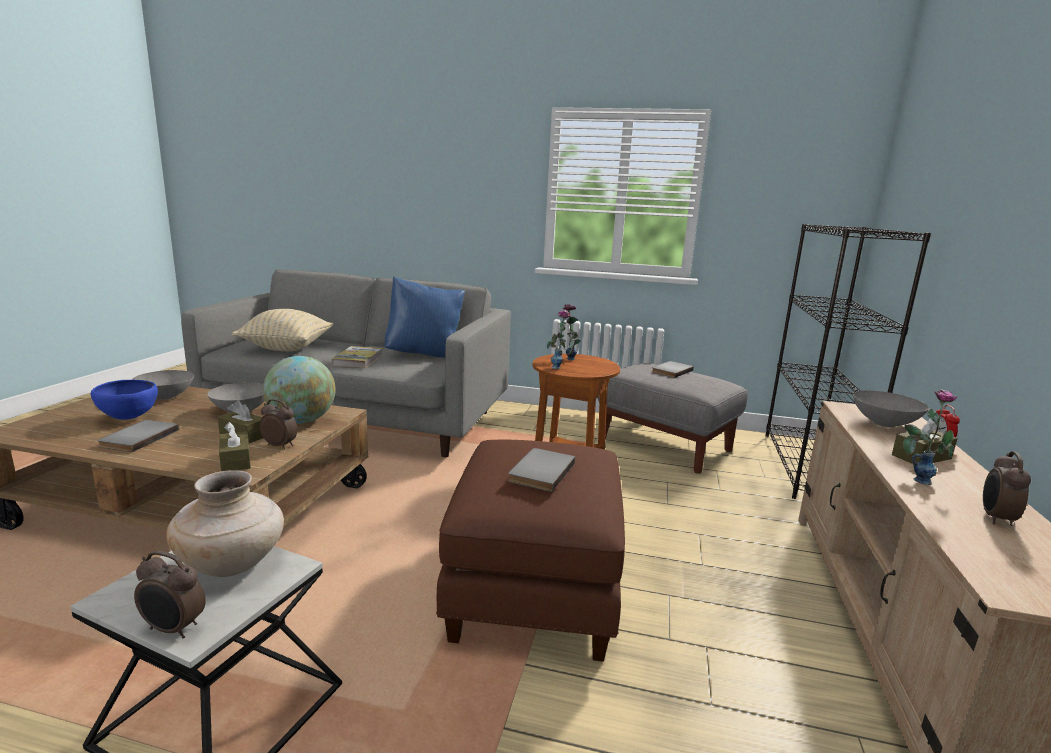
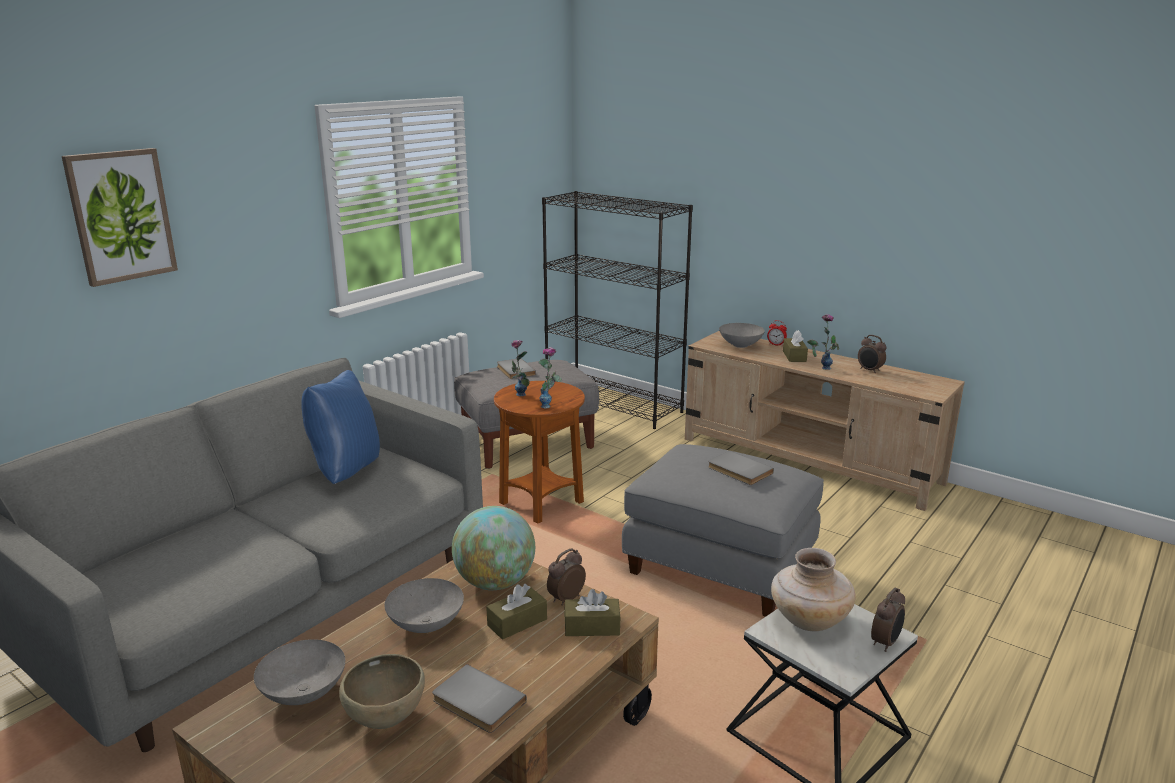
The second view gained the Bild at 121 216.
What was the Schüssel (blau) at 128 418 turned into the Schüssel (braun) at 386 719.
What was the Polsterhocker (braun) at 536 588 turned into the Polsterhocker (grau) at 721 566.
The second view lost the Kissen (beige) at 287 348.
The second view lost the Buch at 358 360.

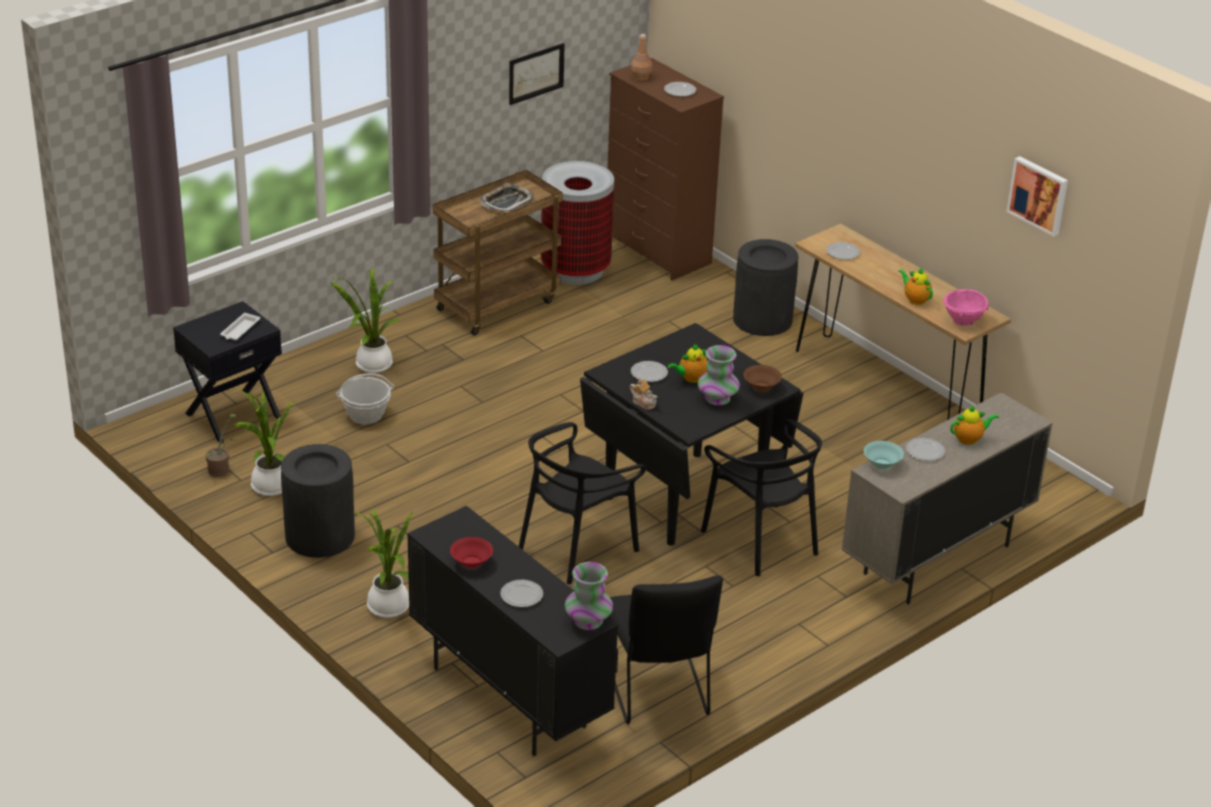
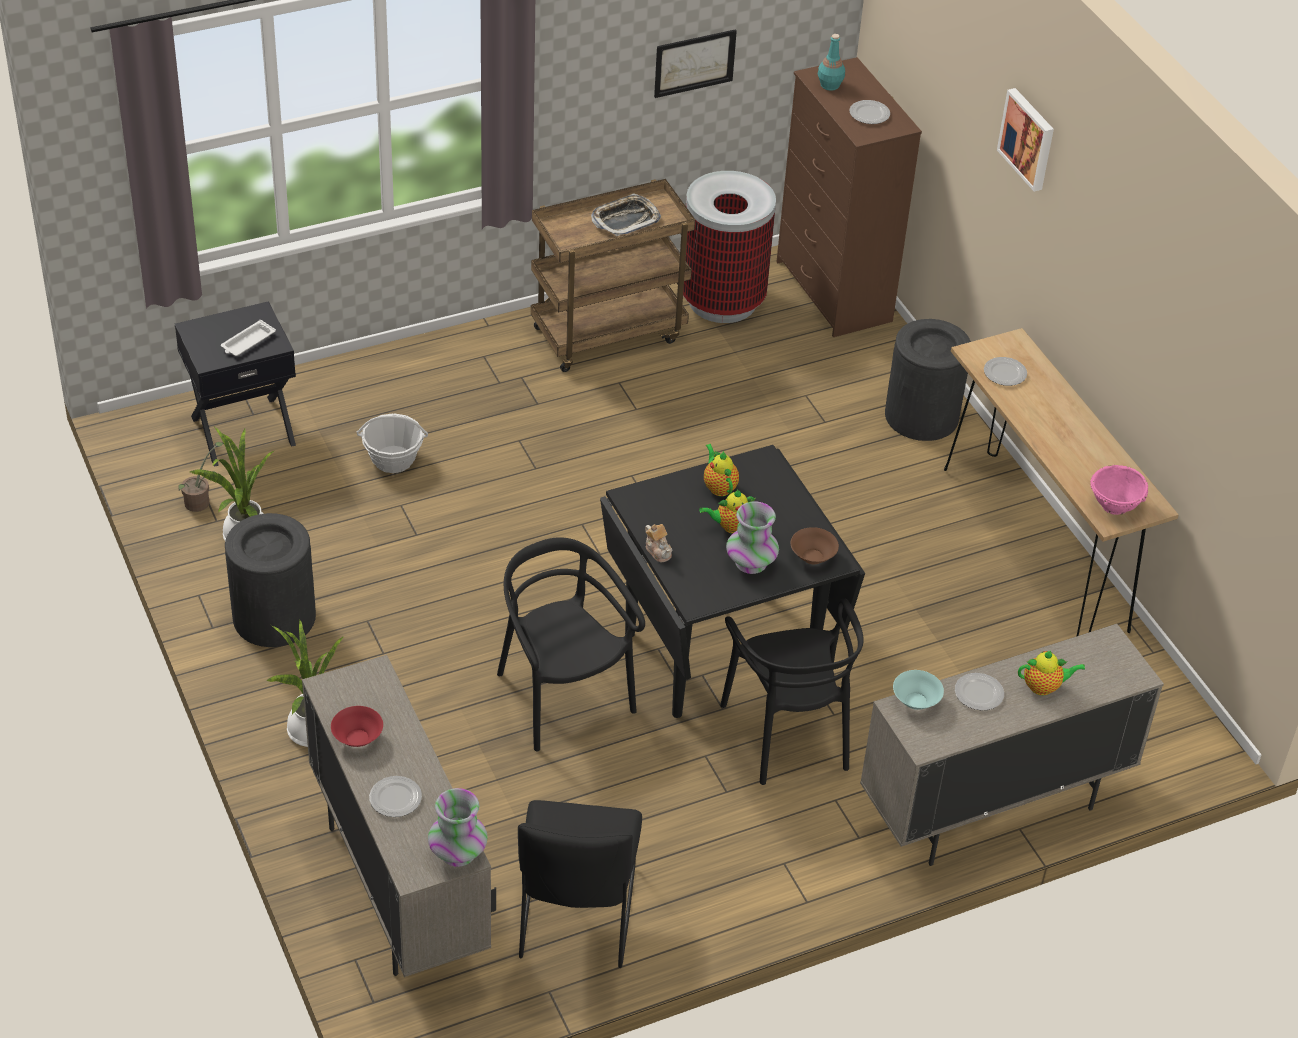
What was the Schrank (schwarz) at 508 697 turned into the Schrank (beige) at 398 888.
The Stuhl (schwarz) at 576 547 ended up facing another way, 90 degrees clockwise from before.
The Teekanne ended up elsewhere, having gone from 915 299 to 719 487.
What was the Flasche (braun) at 640 77 turned into the Flasche (türkis) at 829 85.
The Bild ended up elsewhere, having gone from 1039 195 to 1028 138.
The second view lost the Topfpflanze at 371 365.
The second view lost the Teller at 649 373.

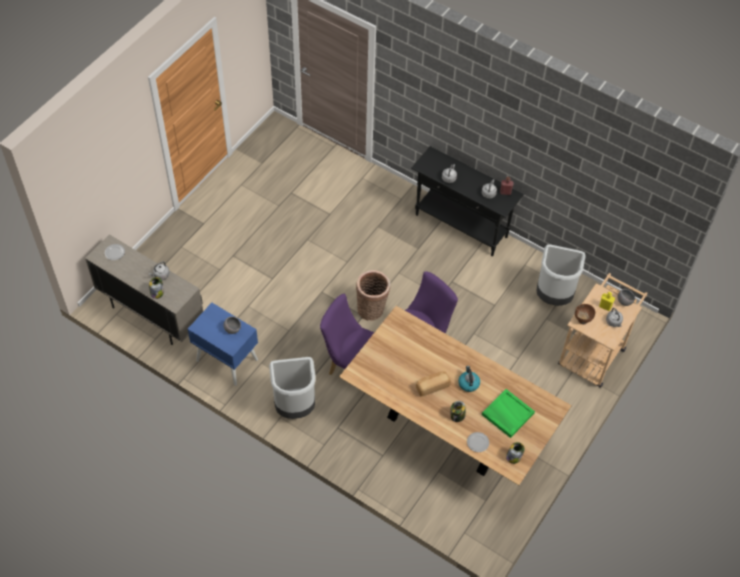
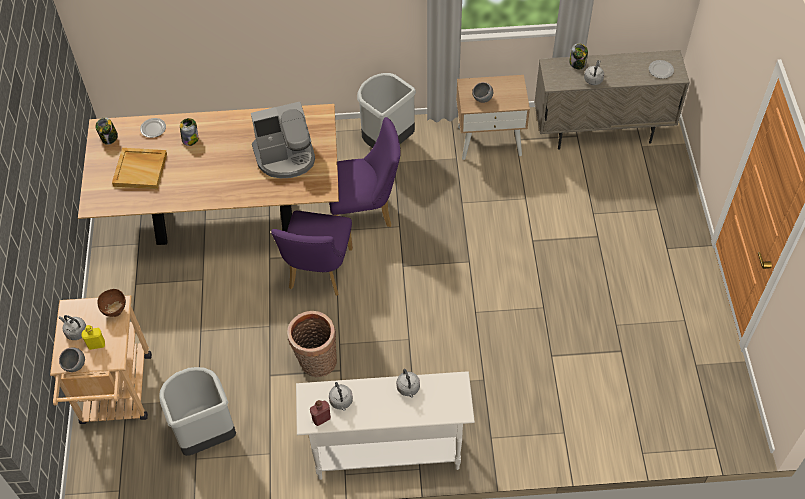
What was the Tablett (grün) at 507 414 turned into the Tablett (beige) at 141 169.
The second view gained the Kaffeemaschine at 285 157.
The Korb ended up elsewhere, having gone from 372 309 to 316 363.
What was the Konsolentisch (schwarz) at 461 226 turned into the Konsolentisch (weiß) at 386 453.
What was the Nachttisch (blau) at 226 360 turned into the Nachttisch (beige) at 490 140.
The second view lost the Brot at 432 386.
The second view lost the Wasserkessel at 468 383.

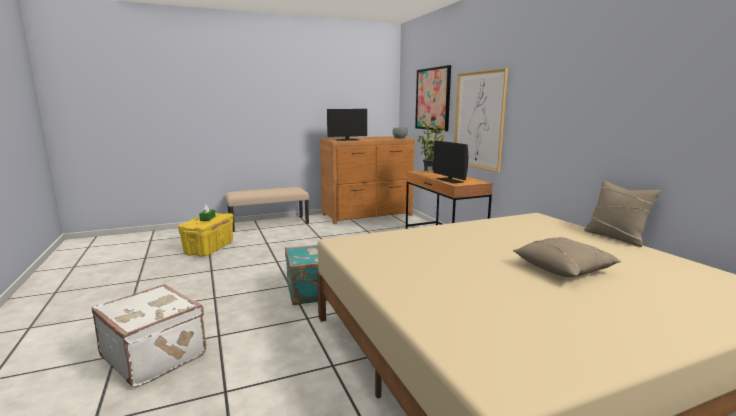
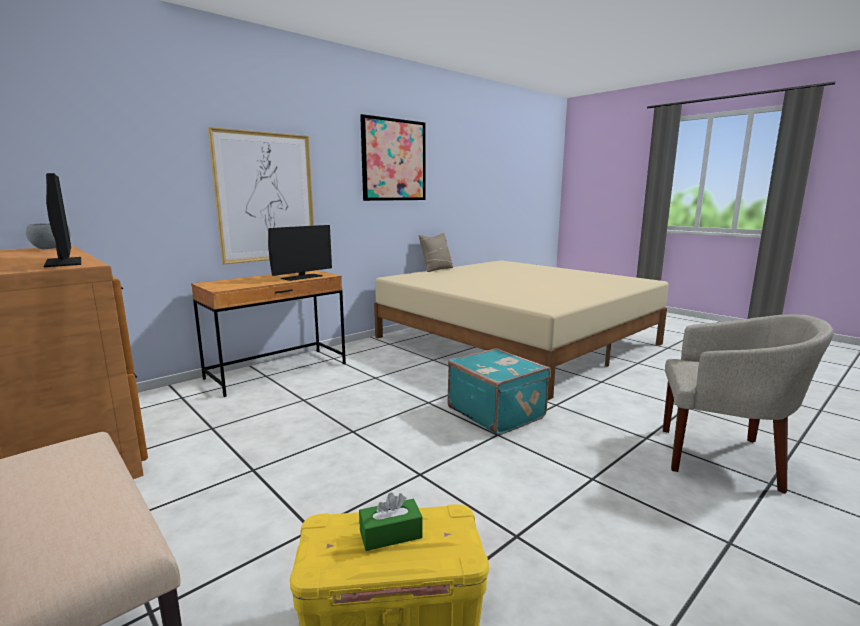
The Bild ended up elsewhere, having gone from 433 99 to 394 160.
Where the Koffer (weiß) stood at 155 355, the Sessel (beige) came to stand at 723 457.
The second view lost the Topfpflanze at 430 171.
The second view lost the Kissen (beige) at 563 269.

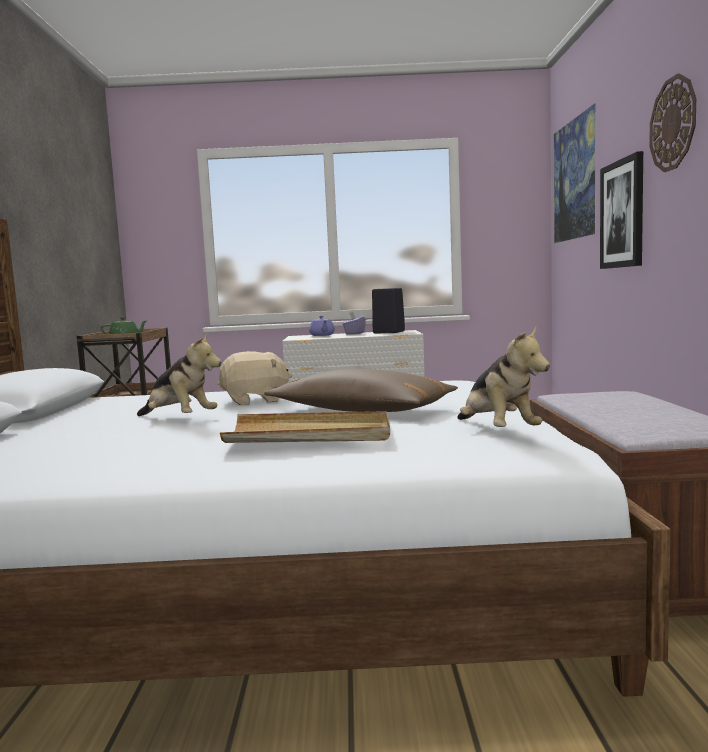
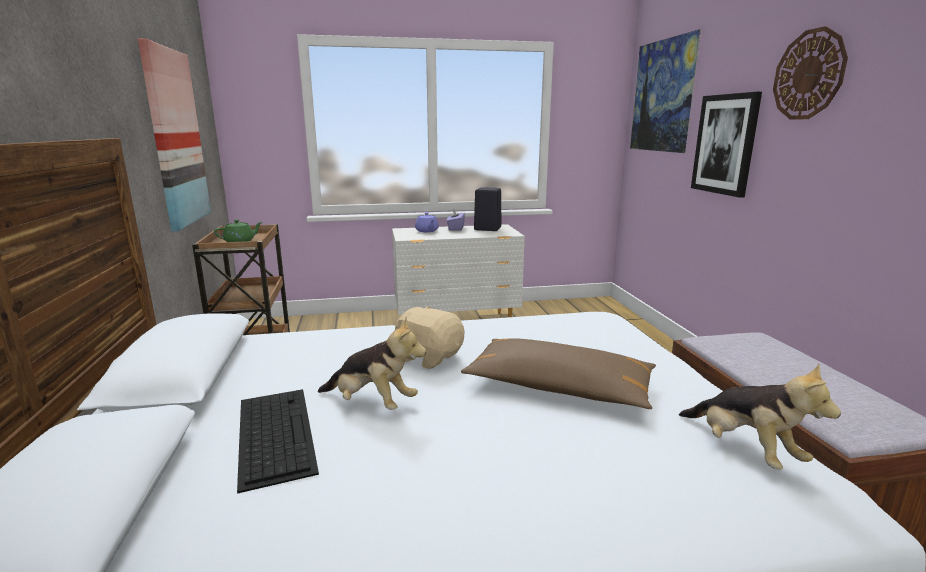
The second view gained the Bild at 175 138.
The second view gained the Tastatur at 274 433.
The Plüschtier (beige) at 255 400 ended up facing another way, 120 degrees counterclockwise from before.
The second view lost the Tablett (beige) at 309 434.

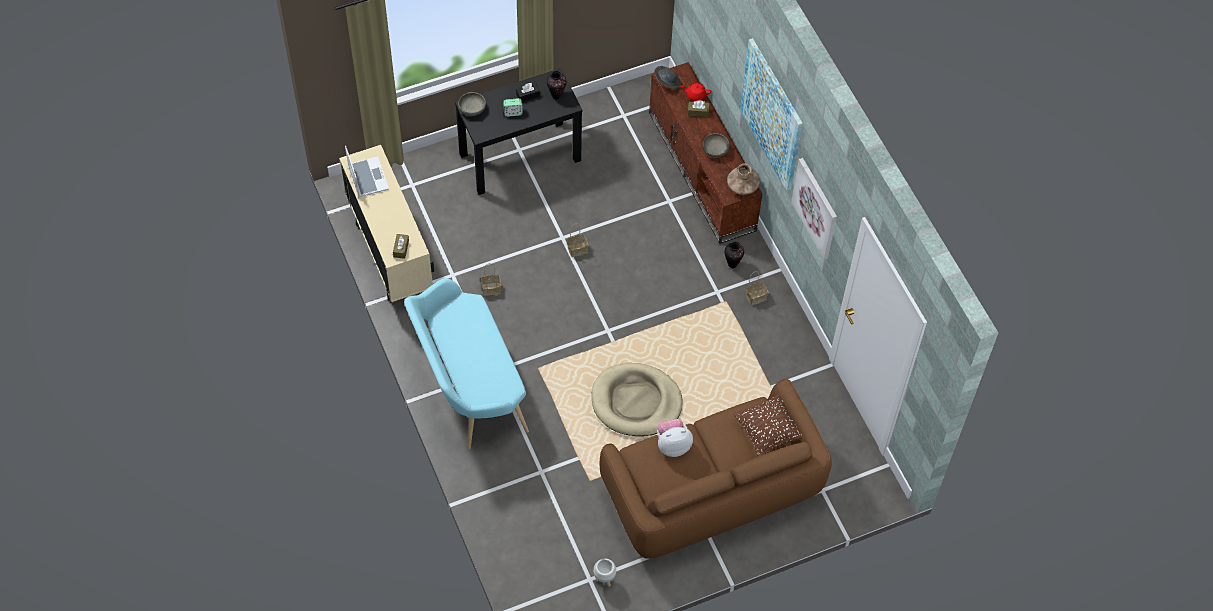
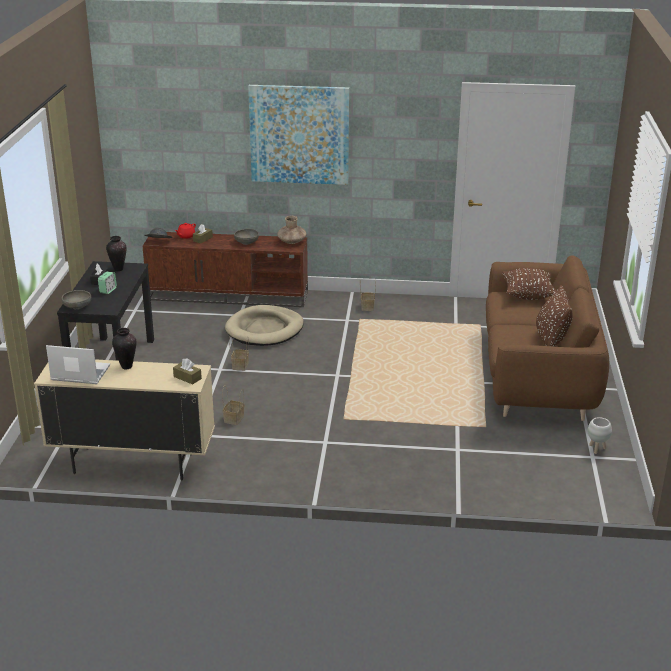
The Vase ended up elsewhere, having gone from 732 264 to 126 366.
The Hundebett (beige) ended up elsewhere, having gone from 636 402 to 265 329.
The second view gained the Kissen (braun) at 551 340.
The second view lost the Bank (türkis) at 467 387.
The second view lost the Plüschtier at 672 445.
The second view lost the Bild at 816 208.

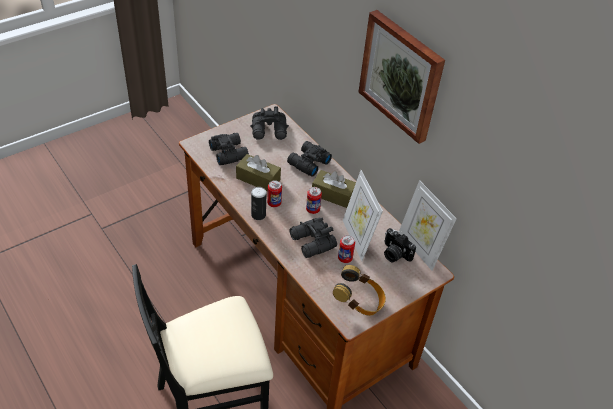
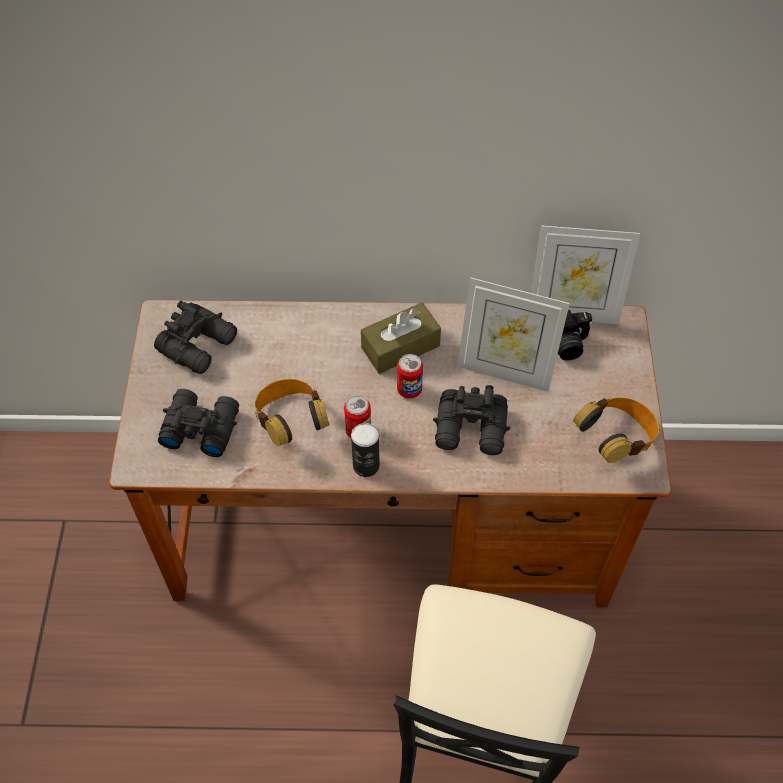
Where the Taschentuchbox (braun) stood at 258 179, the Kopfhörer came to stand at 291 422.
The second view lost the Fernglas (schwarz) at 307 163.
The second view lost the Dose at 345 258.
The second view lost the Bild at 401 76.

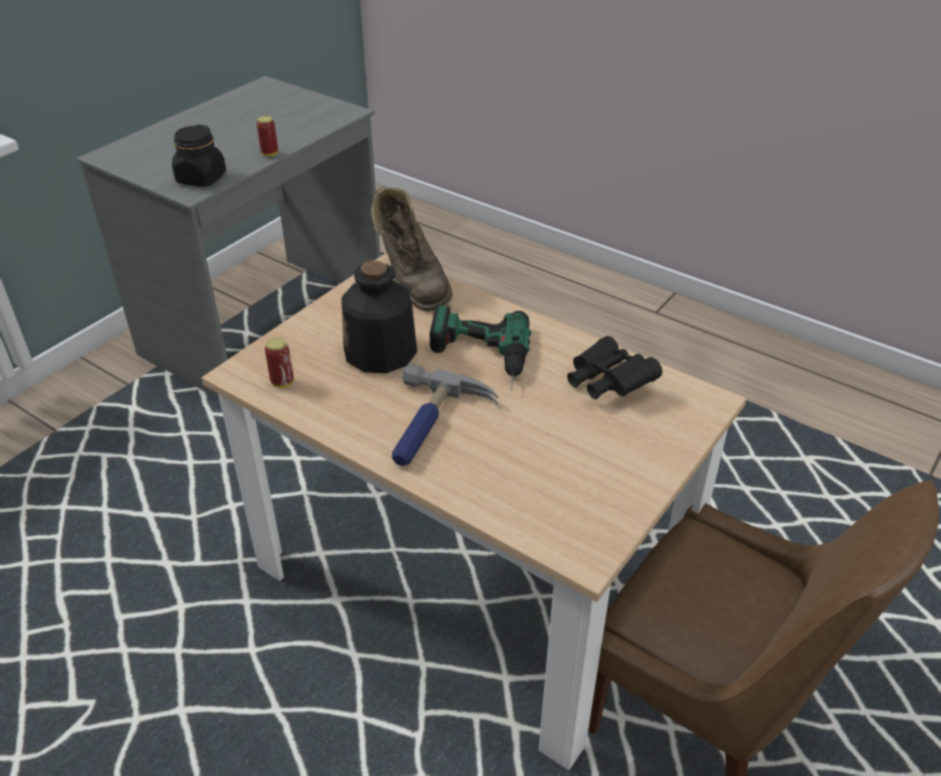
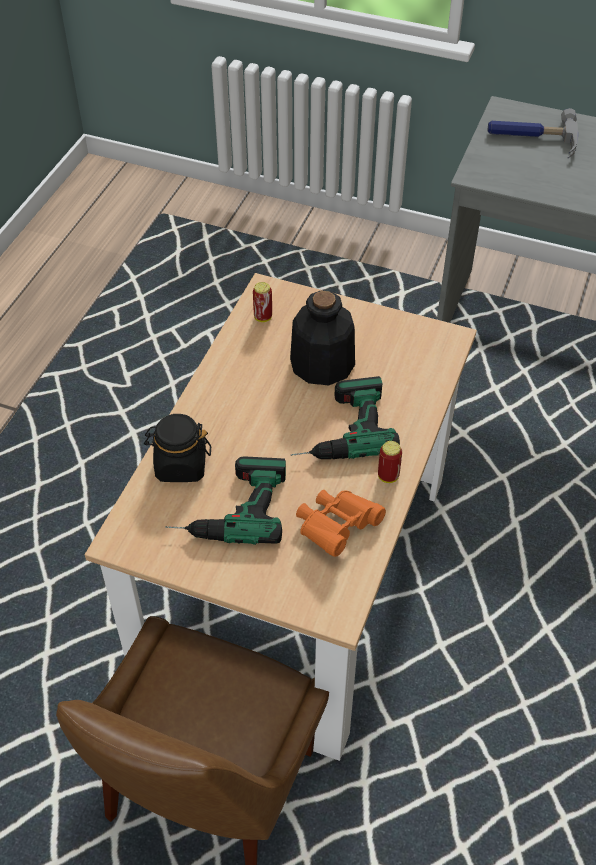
The Vorratsglas (schwarz) ended up elsewhere, having gone from 201 178 to 180 465.
The second view gained the Bohrmaschine at 228 507.
What was the Fernglas (schwarz) at 607 383 turned into the Fernglas (orange) at 336 528.
The Dose ended up elsewhere, having gone from 270 154 to 388 476.
The Hammer ended up elsewhere, having gone from 432 426 to 531 138.
The second view lost the Stiefel (braun) at 411 284.

